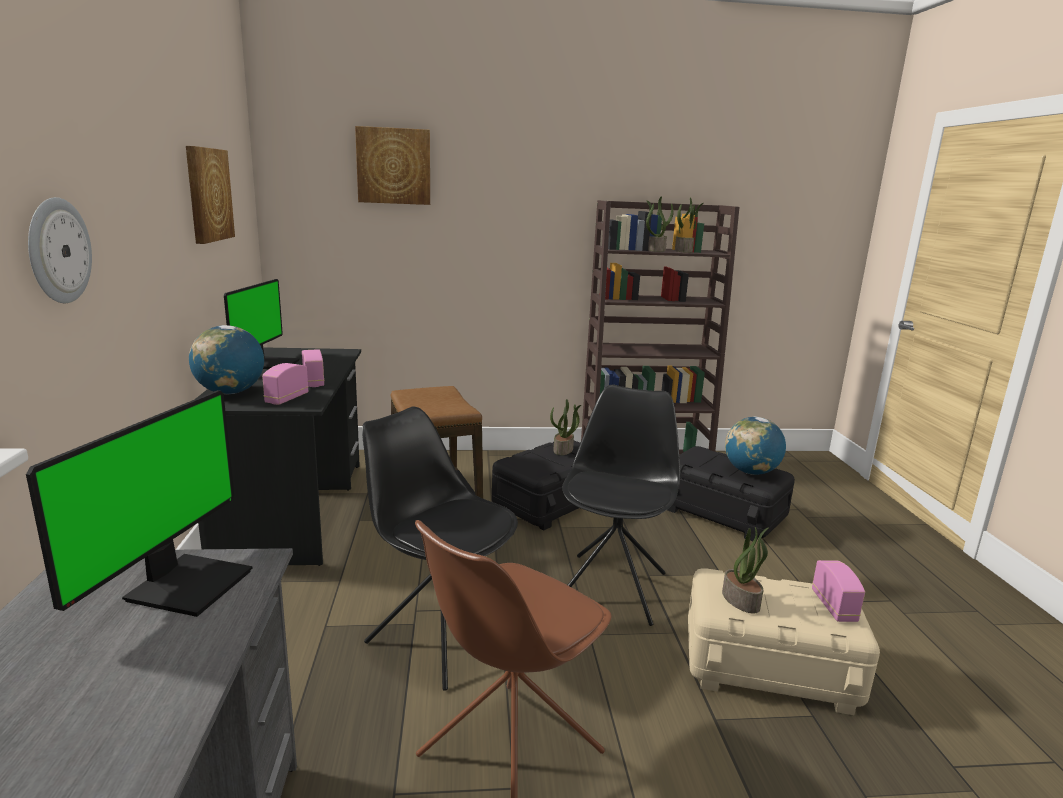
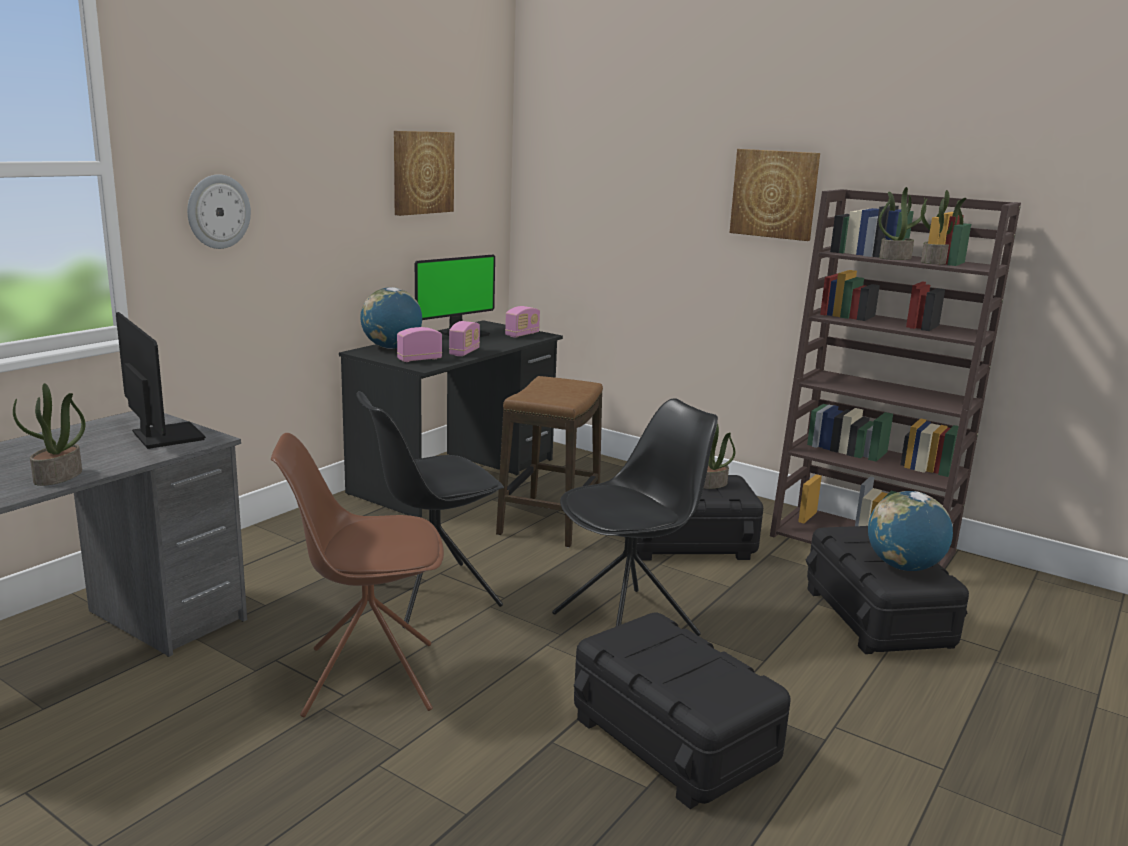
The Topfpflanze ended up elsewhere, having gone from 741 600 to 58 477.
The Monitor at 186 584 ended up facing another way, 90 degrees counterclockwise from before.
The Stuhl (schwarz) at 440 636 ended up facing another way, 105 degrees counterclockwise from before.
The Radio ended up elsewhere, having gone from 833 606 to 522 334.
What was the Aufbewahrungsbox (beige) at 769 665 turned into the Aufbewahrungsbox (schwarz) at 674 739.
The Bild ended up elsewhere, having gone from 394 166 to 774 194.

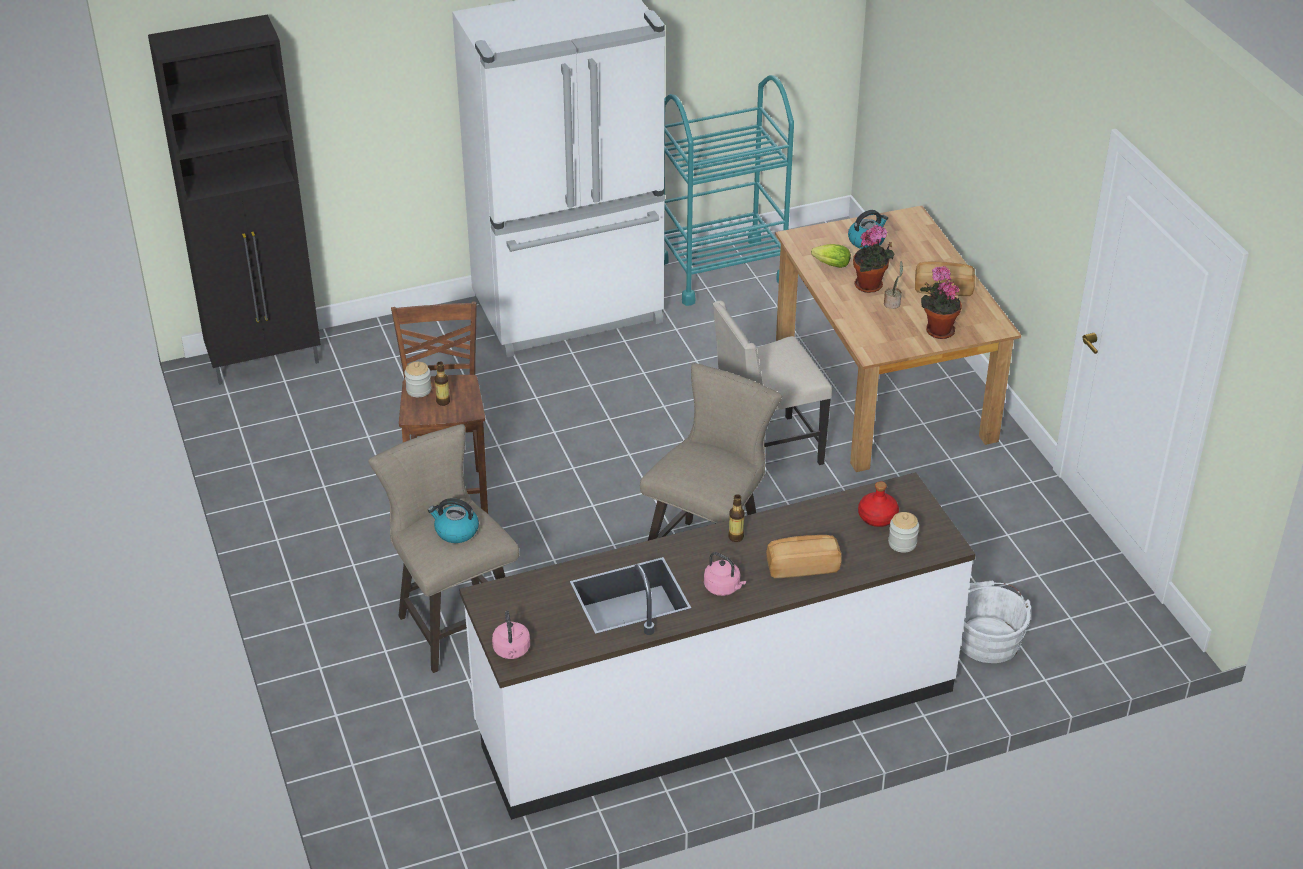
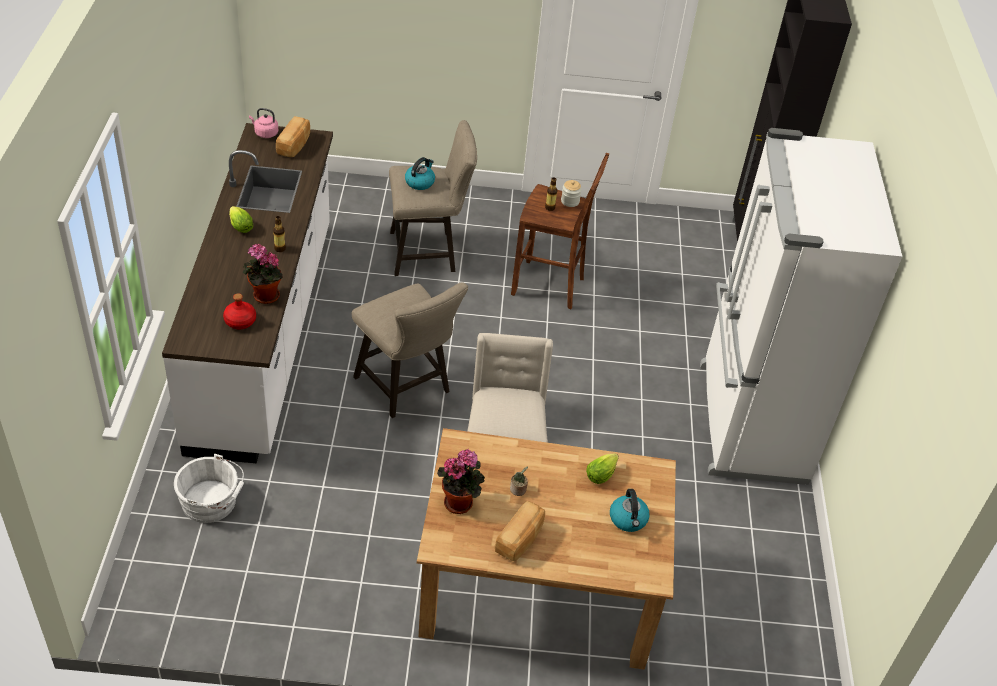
Where the Wasserkessel (rosa) stood at 723 588, the Salatkopf came to stand at 240 226.
The Topfpflanze ended up elsewhere, having gone from 870 286 to 264 296.
The Brot ended up elsewhere, having gone from 802 566 to 295 145.
The second view lost the Rollwagen (türkis) at 722 271.
The second view lost the Vorratsglas at 902 543.

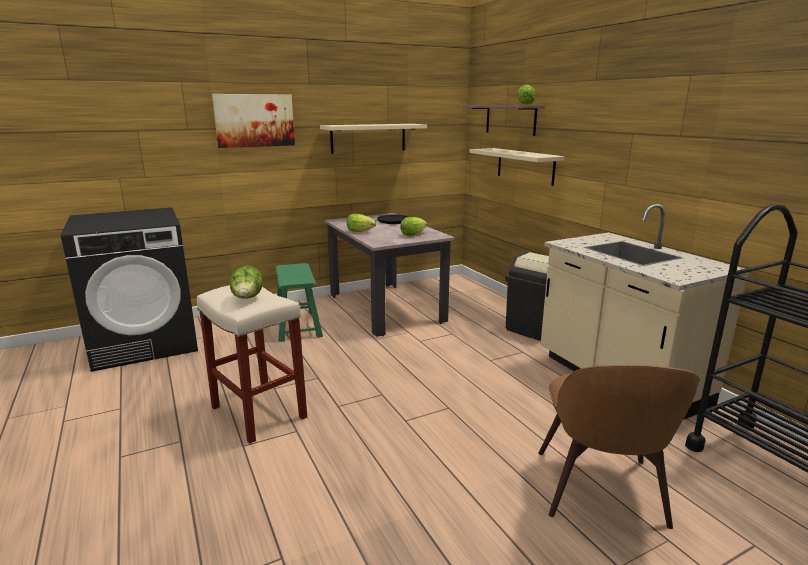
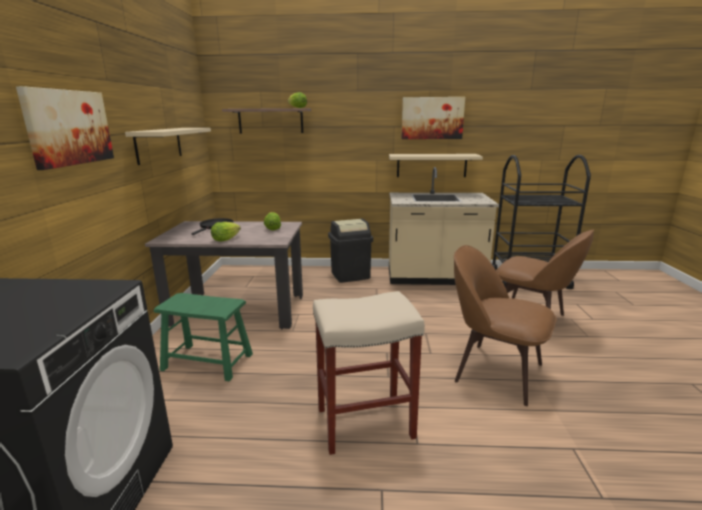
The Wandregal (beige) ended up elsewhere, having gone from 525 166 to 431 165.
The second view gained the Bild at 432 118.
The second view gained the Stuhl (braun) at 494 371.
The second view lost the Salatkopf at 248 299.

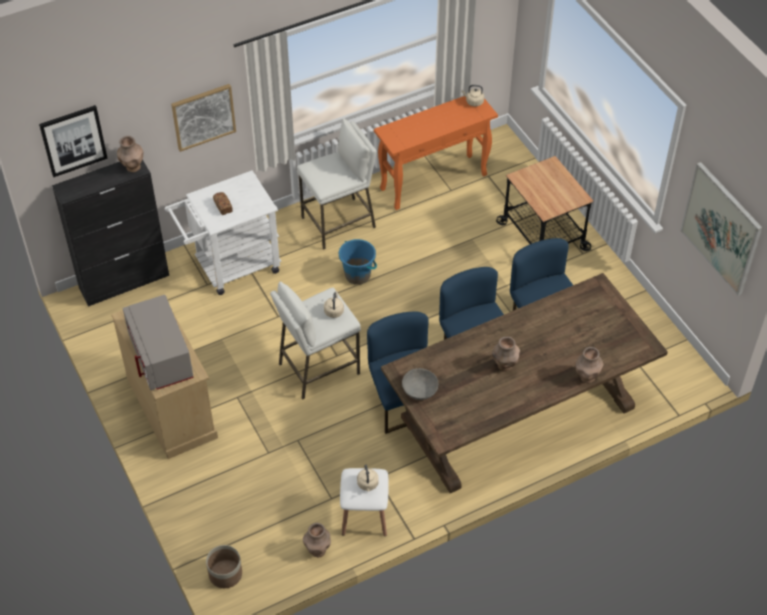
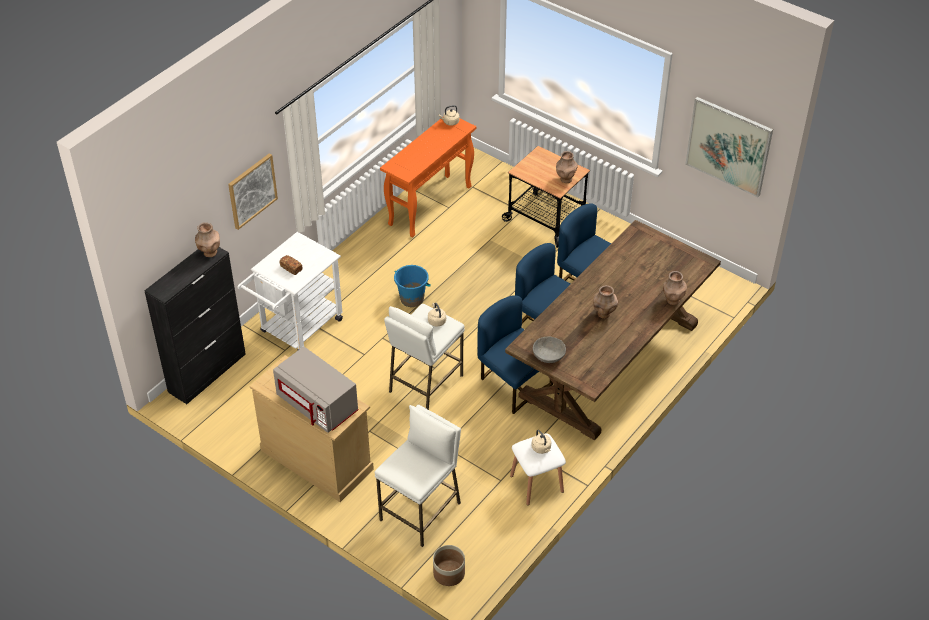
The Hocker (weiß) ended up elsewhere, having gone from 339 223 to 421 512.
The Vase (braun) ended up elsewhere, having gone from 318 550 to 565 179.
The second view lost the Bild at 73 140.

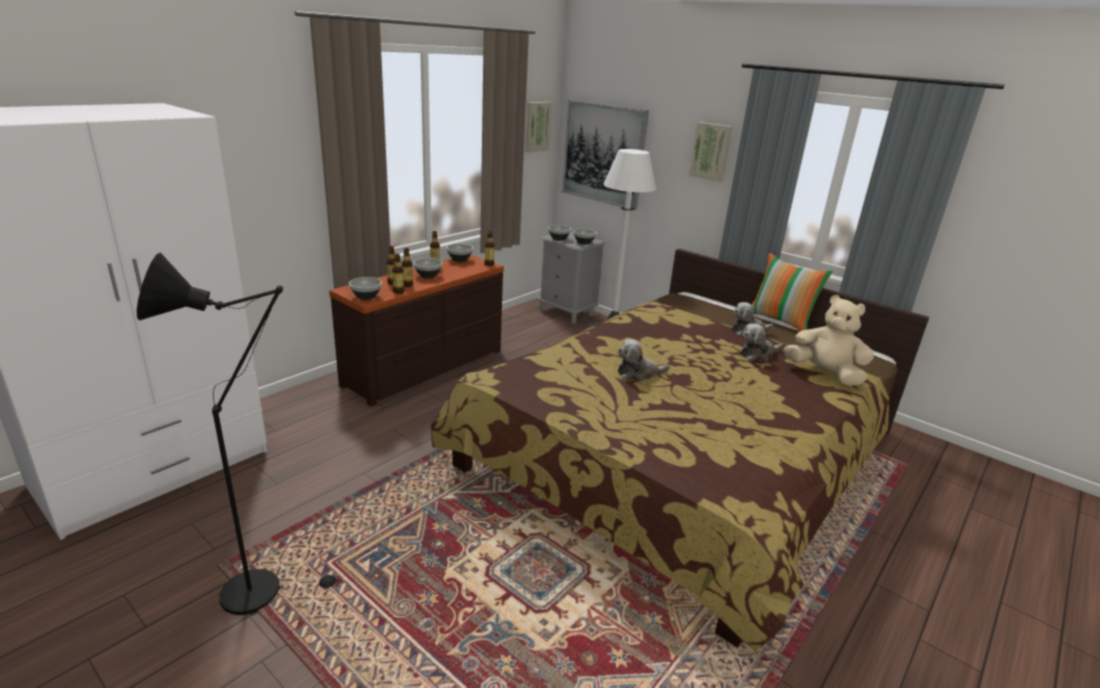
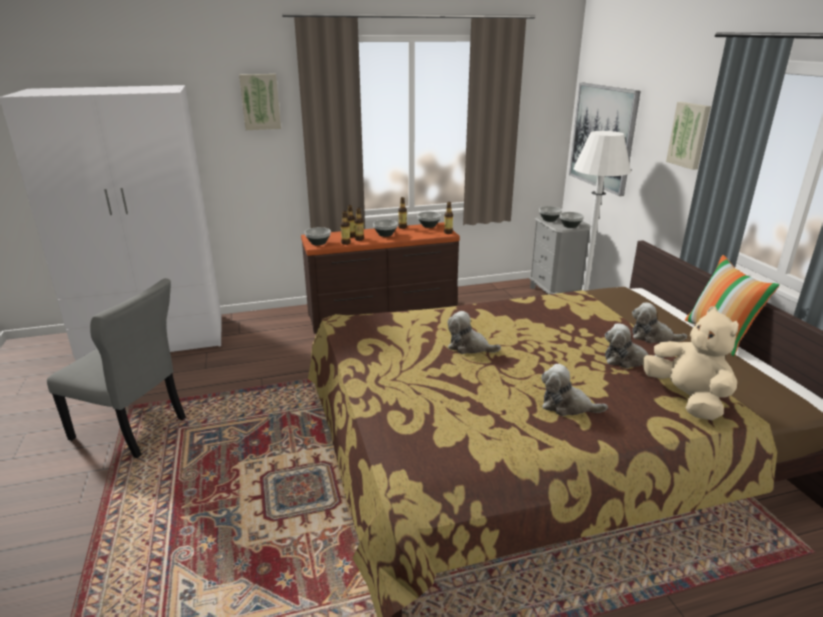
Where the Stehlampe (schwarz) stood at 263 589, the Stuhl (grau) came to stand at 132 430.
The Bild ended up elsewhere, having gone from 536 126 to 260 102.
The second view gained the Plüschtier at 567 406.

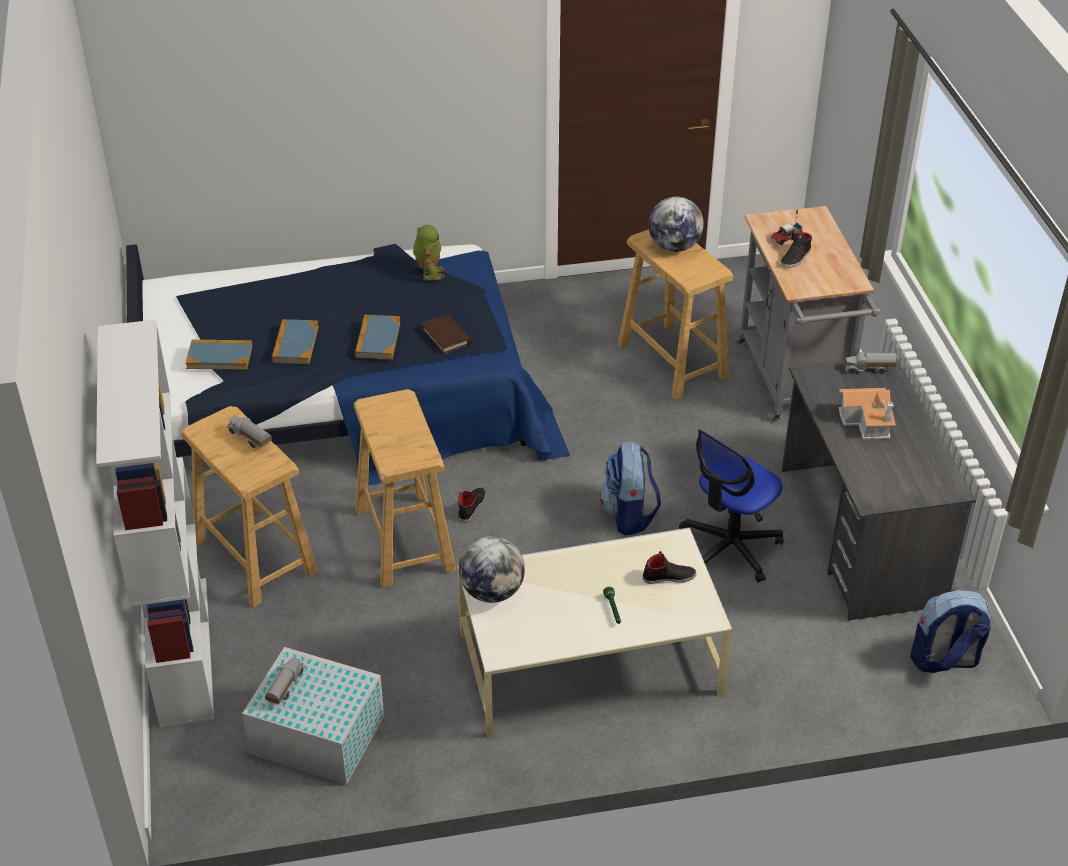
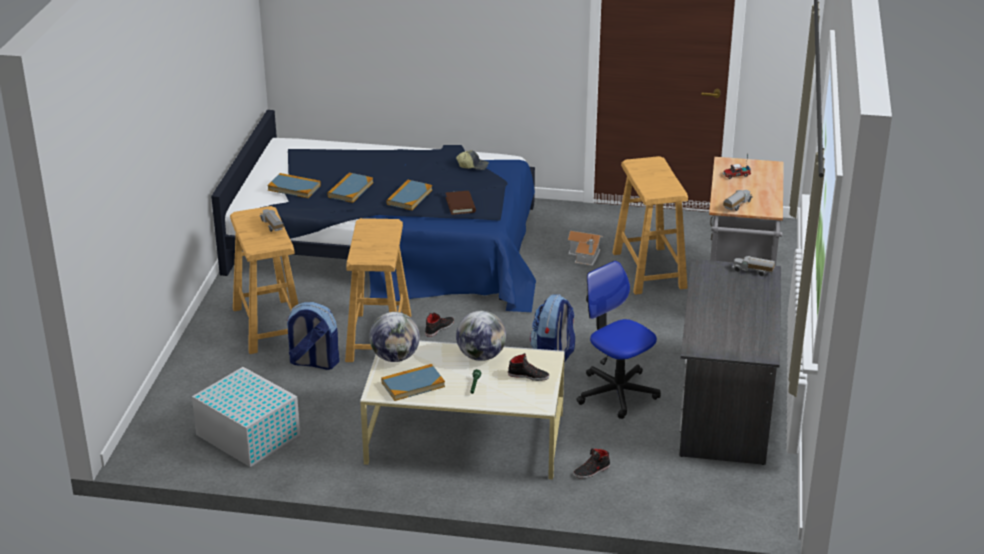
The Rucksack ended up elsewhere, having gone from 944 661 to 313 362.
The second view gained the Buch at 413 384.
Where the Spielzeugroboter stood at 429 273, the Kappe came to stand at 473 165.
The Globus ended up elsewhere, having gone from 674 246 to 481 356.
The Spielzeughaus ended up elsewhere, having gone from 868 422 to 585 255.
The Schuh (schwarz) ended up elsewhere, having gone from 796 258 to 592 471.
The Bürostuhl at 730 547 ended up facing another way, 75 degrees clockwise from before.
The Spielzeuglaster ended up elsewhere, having gone from 285 687 to 736 205.
The second view lost the Bücherregal (weiß) at 182 650.

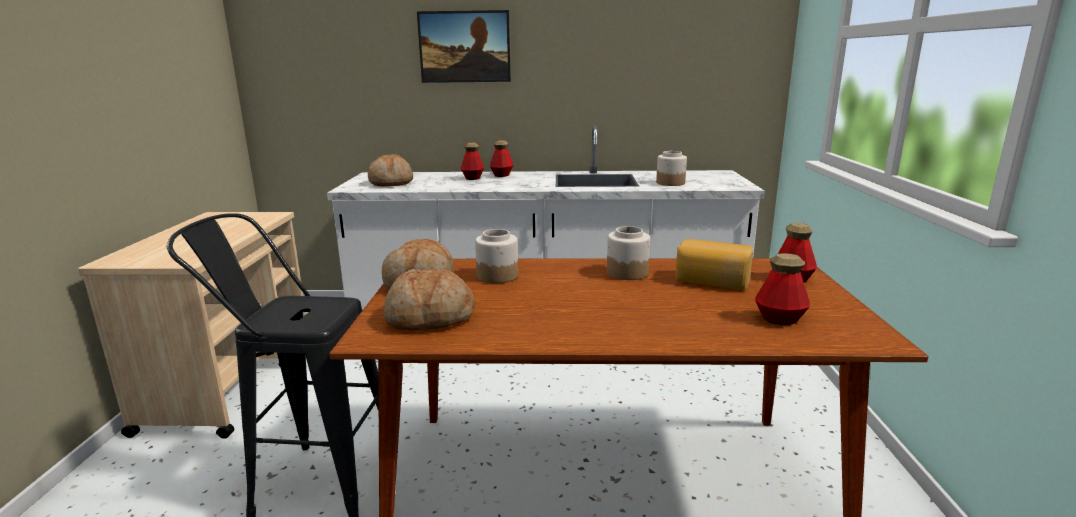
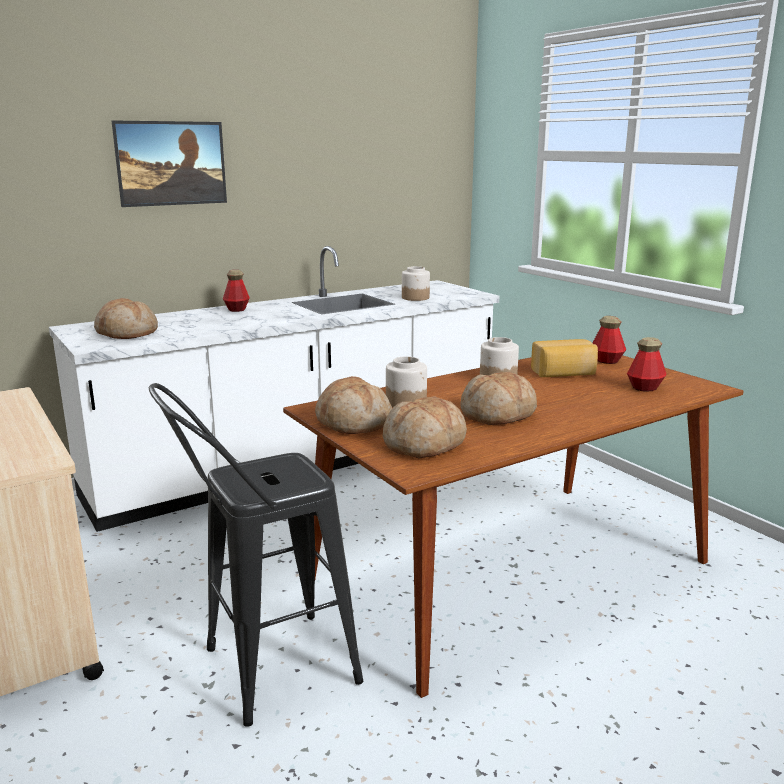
The second view gained the Brot at 498 414.
The second view lost the Flasche at 472 178.

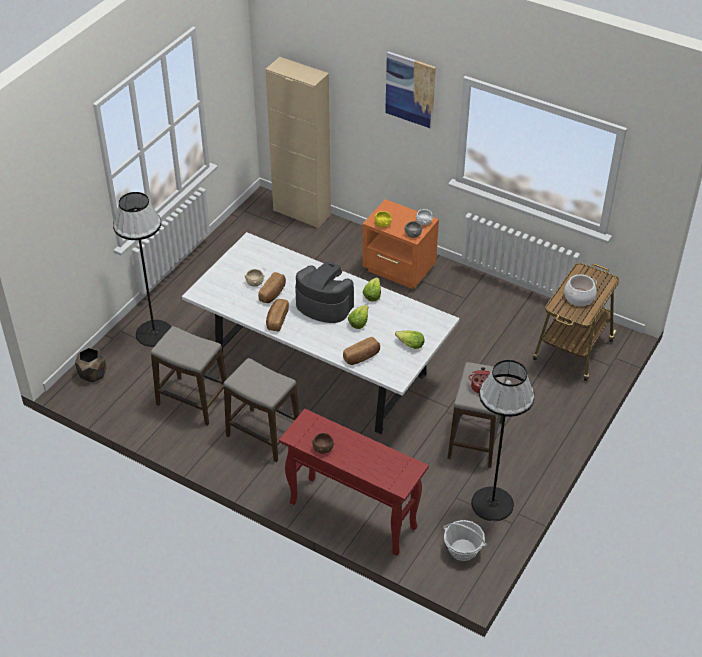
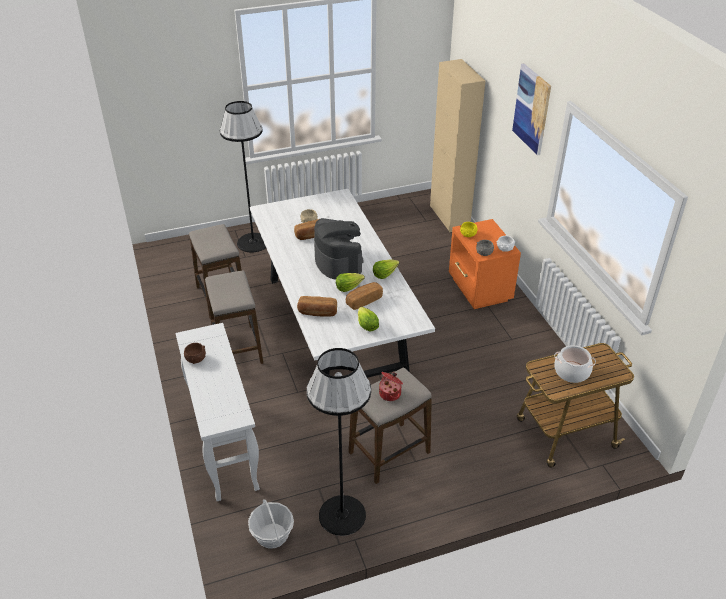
What was the Konsolentisch (rot) at 351 515 turned into the Konsolentisch (weiß) at 224 446.
The Brot ended up elsewhere, having gone from 277 320 to 363 301.
The second view lost the Pflanzkübel (braun) at 92 375.

